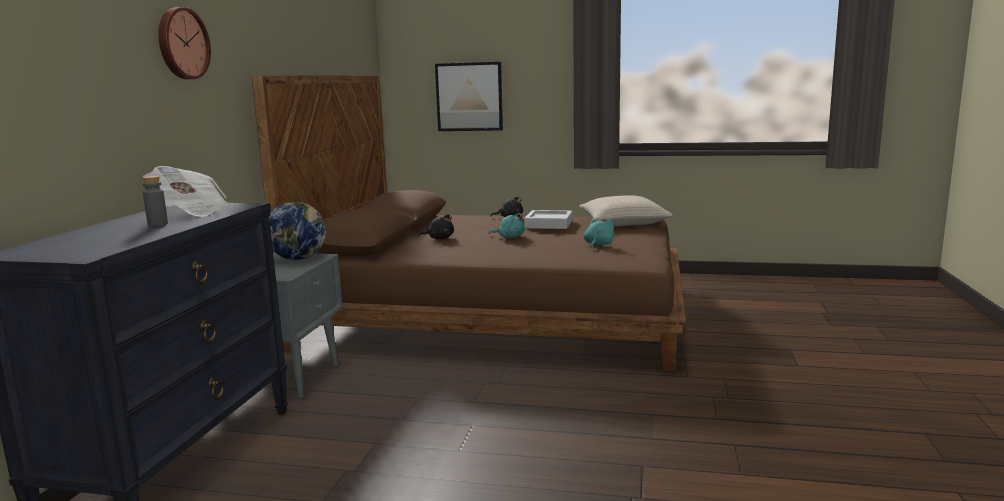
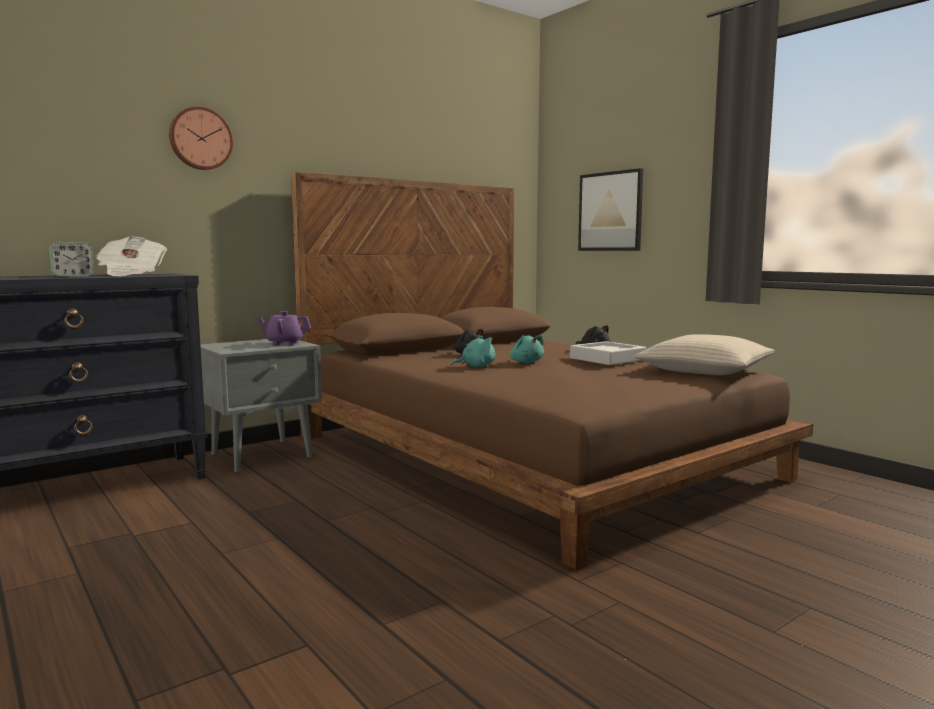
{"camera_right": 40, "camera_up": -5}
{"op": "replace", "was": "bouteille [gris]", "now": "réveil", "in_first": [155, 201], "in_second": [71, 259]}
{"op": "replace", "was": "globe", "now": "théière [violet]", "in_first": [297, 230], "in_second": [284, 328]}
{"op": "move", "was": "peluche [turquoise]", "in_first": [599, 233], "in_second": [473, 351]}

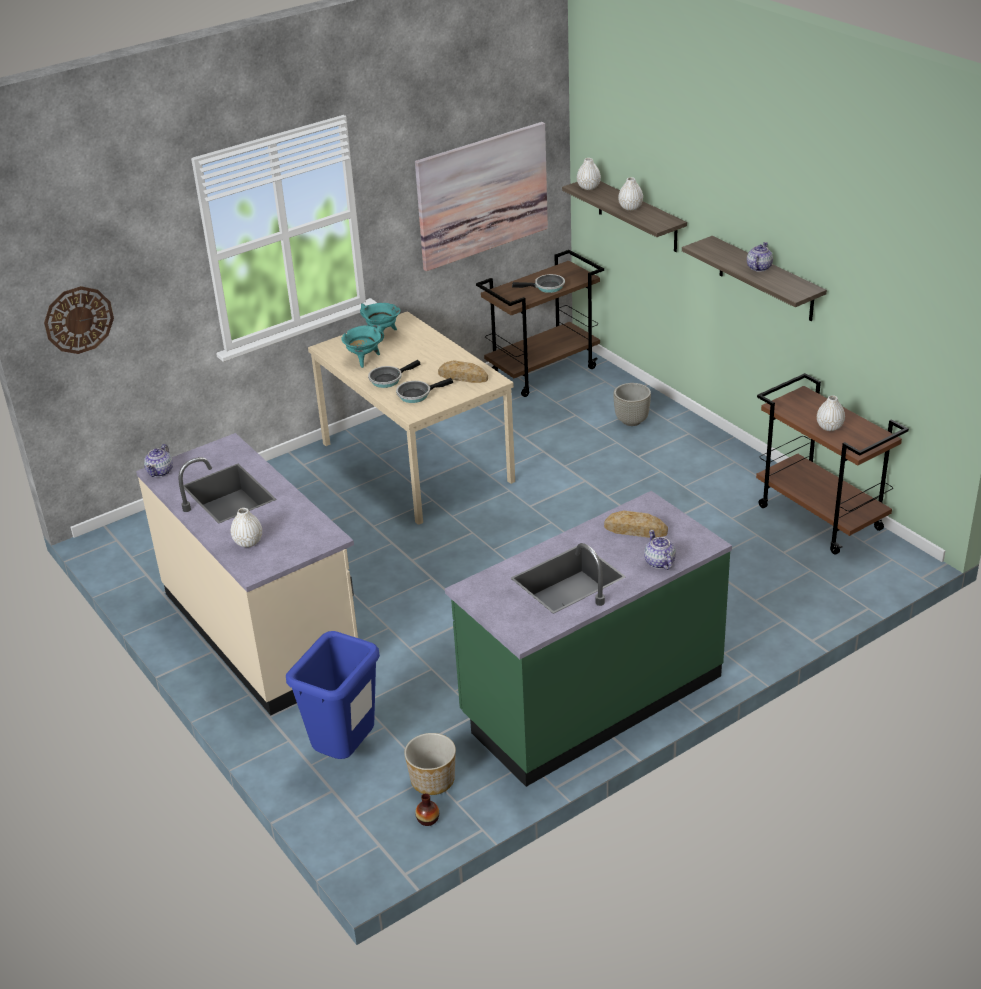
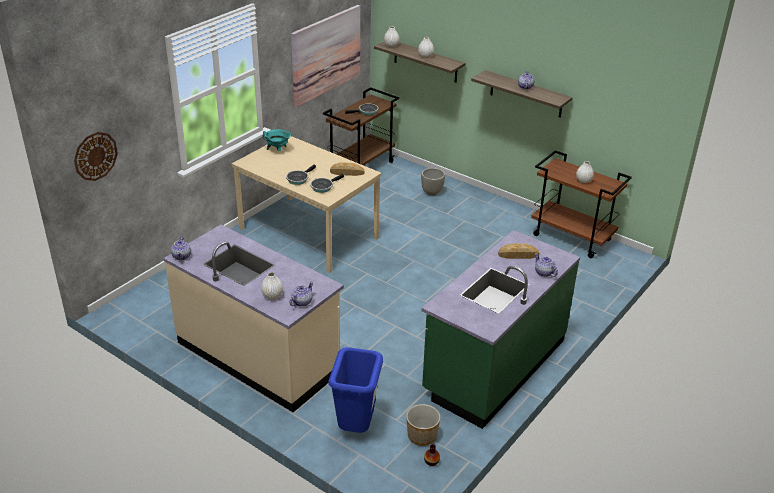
{"camera_right": -20, "camera_up": 0}
{"op": "insert", "now": "théière", "in_second": [301, 294]}
{"op": "delete", "was": "marmite [turquoise]", "in_first": [362, 346]}

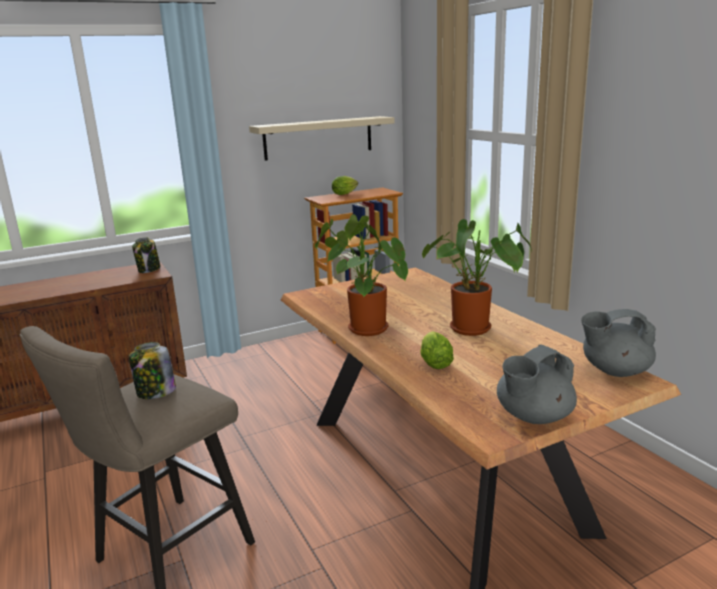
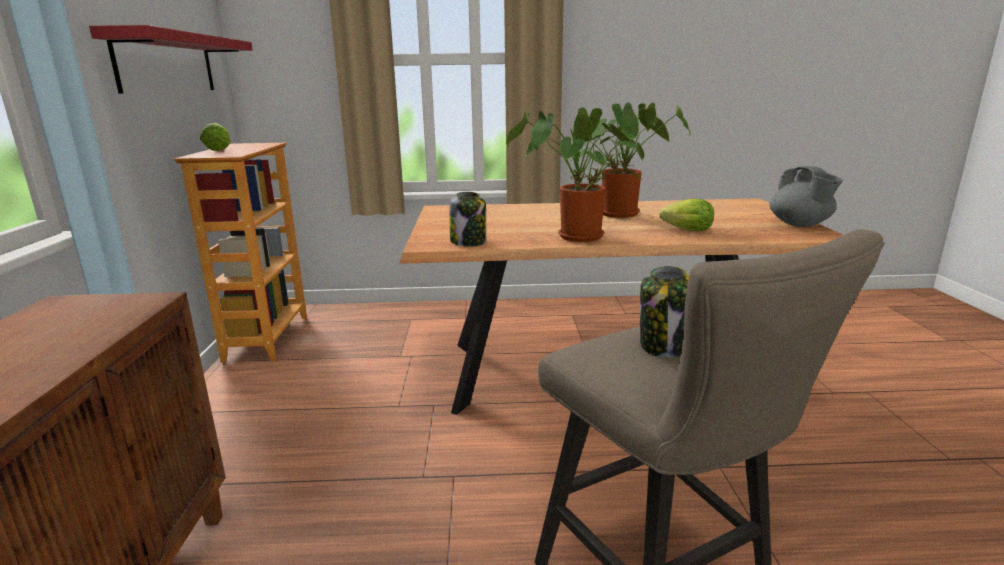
{"camera_right": -65, "camera_up": 0}
{"op": "recolor", "was": "étagère [beige]", "now": "étagère [rouge]", "in_first": [322, 138], "in_second": [171, 59]}
{"op": "move", "was": "bocal", "in_first": [146, 255], "in_second": [467, 219]}
{"op": "delete", "was": "théière [gris]", "in_first": [618, 343]}

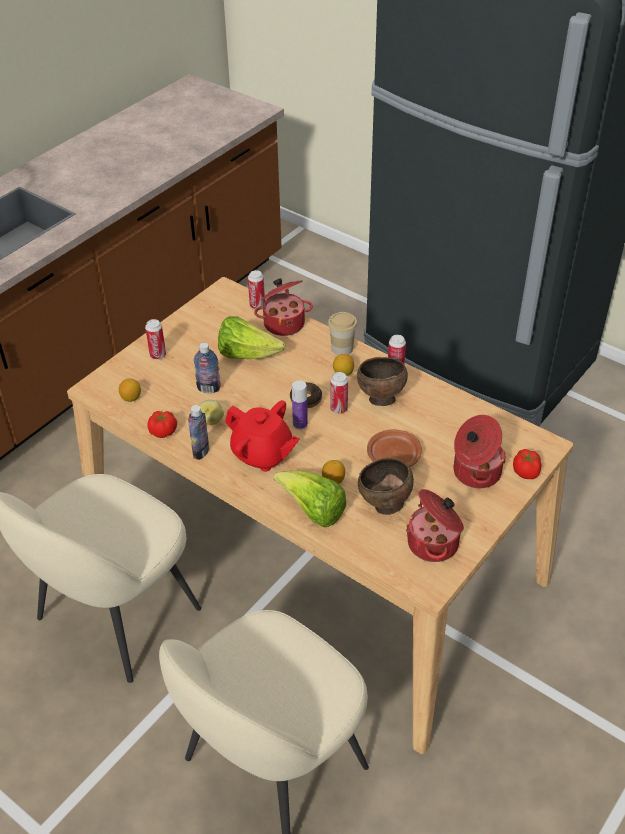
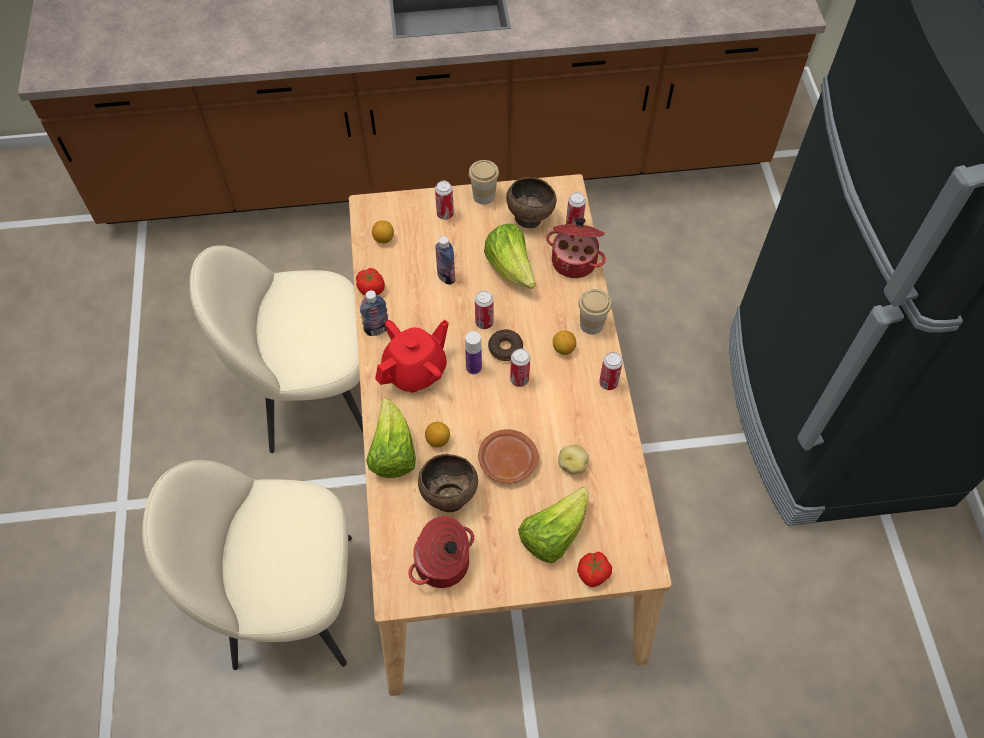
{"camera_right": 45, "camera_up": 15}
{"op": "rotate", "was": "théière [rouge]", "in_first": [262, 436], "in_second": [412, 356], "clockwise": -120}
{"op": "insert", "now": "tasse", "in_second": [484, 182]}
{"op": "insert", "now": "boîte métallique", "in_second": [484, 310]}
{"op": "move", "was": "bol [marron]", "in_first": [382, 381], "in_second": [531, 202]}
{"op": "replace", "was": "marmite", "now": "laitue", "in_first": [479, 451], "in_second": [553, 525]}
{"op": "move", "was": "pomme de terre", "in_first": [211, 412], "in_second": [573, 459]}

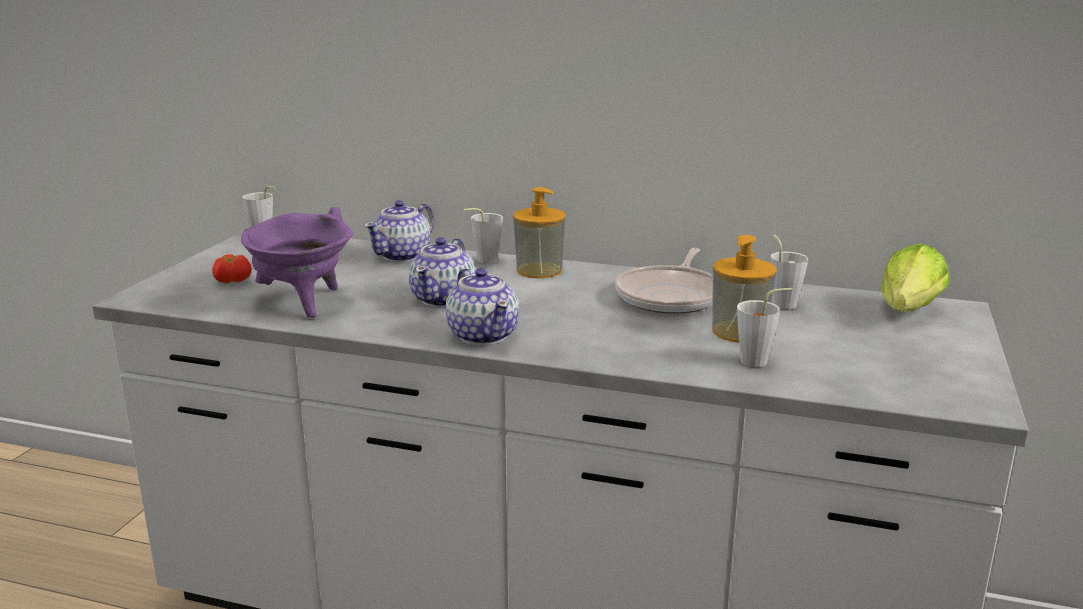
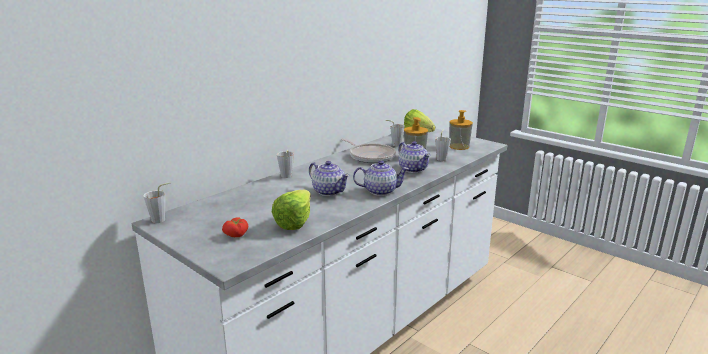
{"camera_right": -65, "camera_up": 0}
{"op": "replace", "was": "marmite [violet]", "now": "laitue", "in_first": [297, 262], "in_second": [291, 210]}
{"op": "move", "was": "théière", "in_first": [399, 231], "in_second": [414, 157]}
{"op": "move", "was": "distributeur de savon", "in_first": [539, 232], "in_second": [461, 130]}

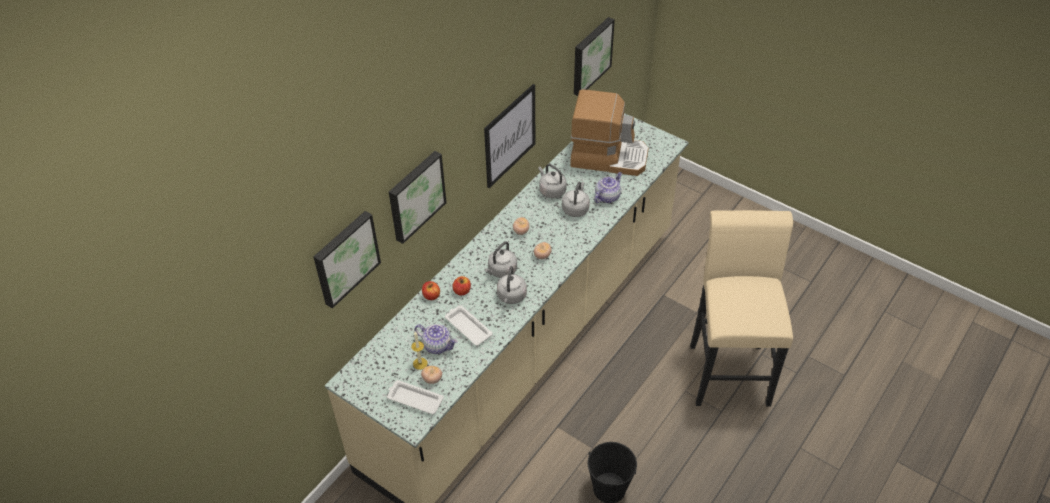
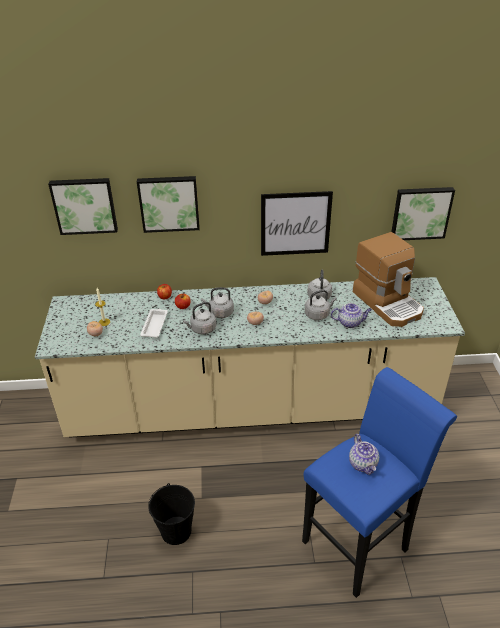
{"camera_right": 50, "camera_up": -10}
{"op": "recolor", "was": "tabouret [beige]", "now": "tabouret [bleu]", "in_first": [741, 308], "in_second": [379, 482]}
{"op": "move", "was": "théière", "in_first": [436, 339], "in_second": [364, 454]}
{"op": "delete", "was": "plateau [blanc]", "in_first": [415, 397]}

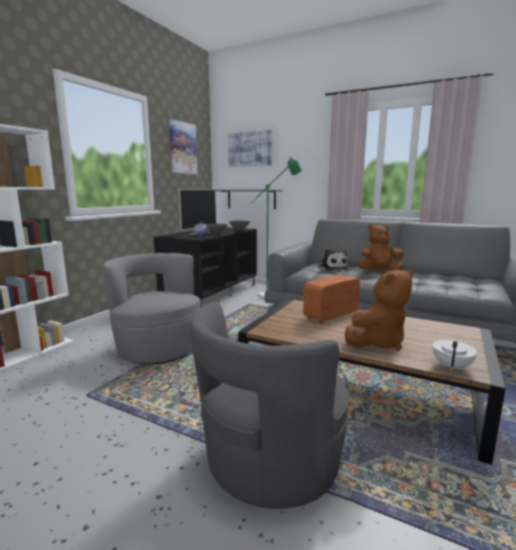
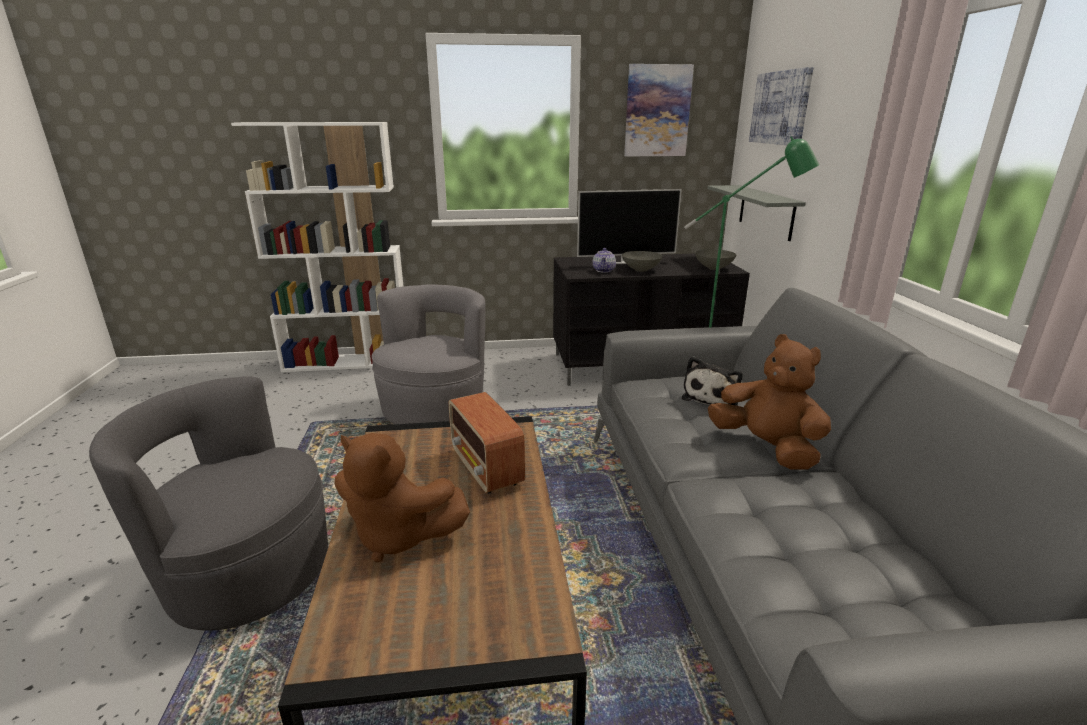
{"camera_right": 55, "camera_up": 10}
{"op": "rotate", "was": "radio", "in_first": [331, 299], "in_second": [487, 443], "clockwise": -135}
{"op": "delete", "was": "théière [blanc]", "in_first": [454, 354]}

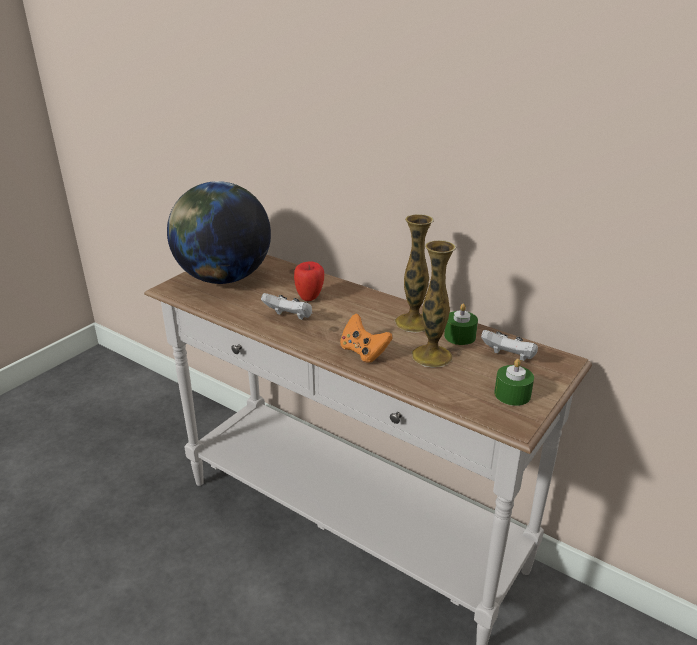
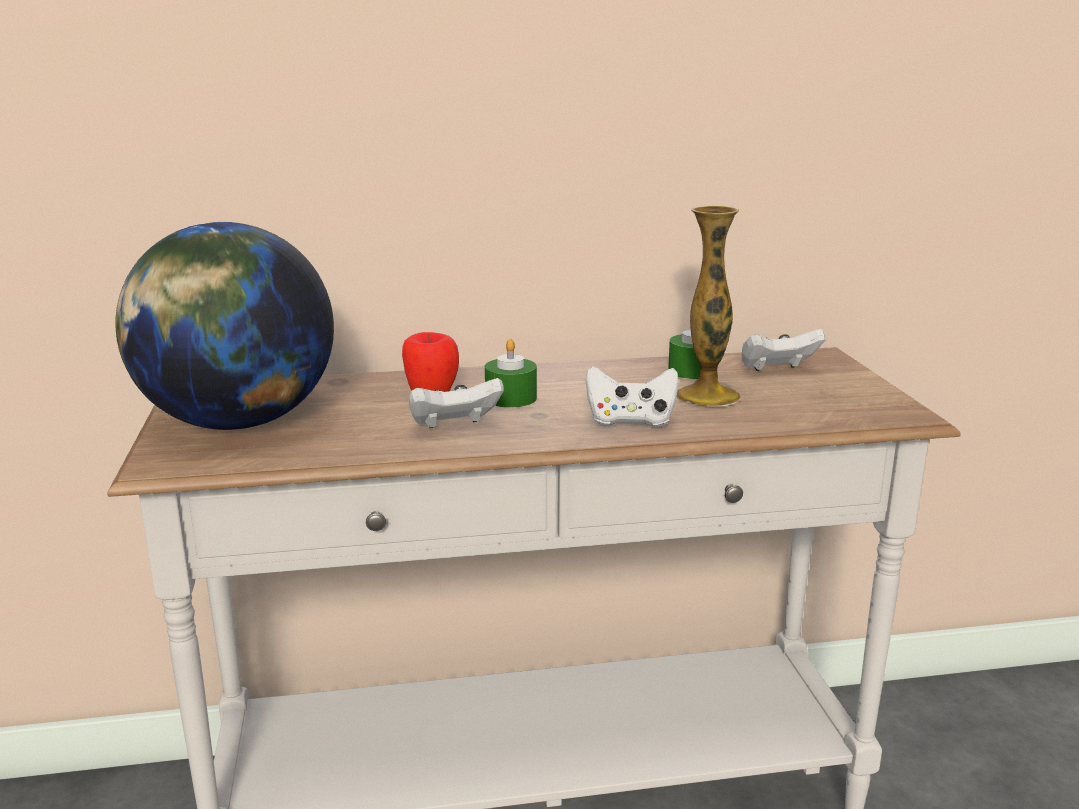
{"camera_right": -45, "camera_up": -10}
{"op": "move", "was": "bougie [vert]", "in_first": [514, 382], "in_second": [511, 373]}
{"op": "recolor", "was": "manette [orange]", "now": "manette [blanc]", "in_first": [366, 338], "in_second": [632, 396]}
{"op": "delete", "was": "vase", "in_first": [414, 273]}

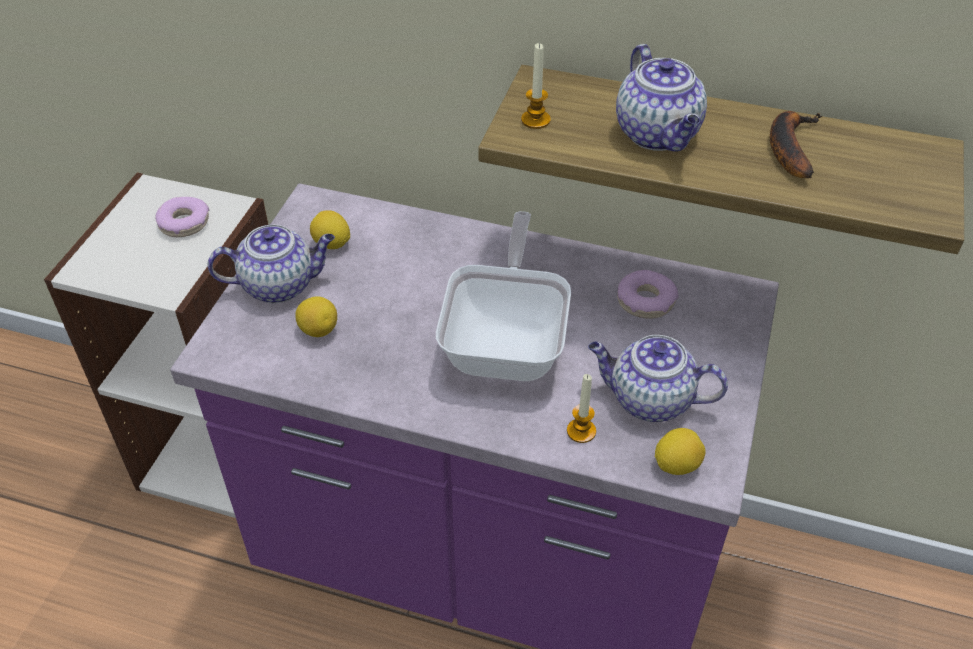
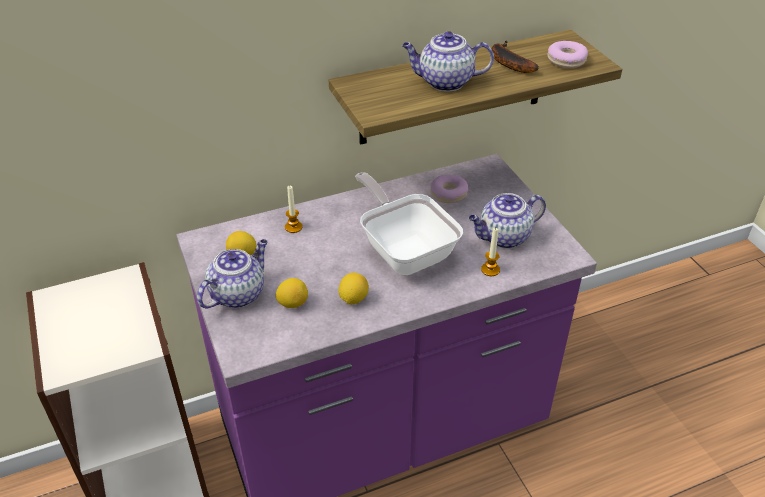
{"camera_right": -40, "camera_up": -5}
{"op": "move", "was": "bougie", "in_first": [536, 86], "in_second": [293, 209]}
{"op": "move", "was": "citron", "in_first": [680, 451], "in_second": [354, 289]}
{"op": "rotate", "was": "théière", "in_first": [661, 98], "in_second": [448, 61], "clockwise": 150}
{"op": "move", "was": "beignet", "in_first": [182, 217], "in_second": [568, 54]}

